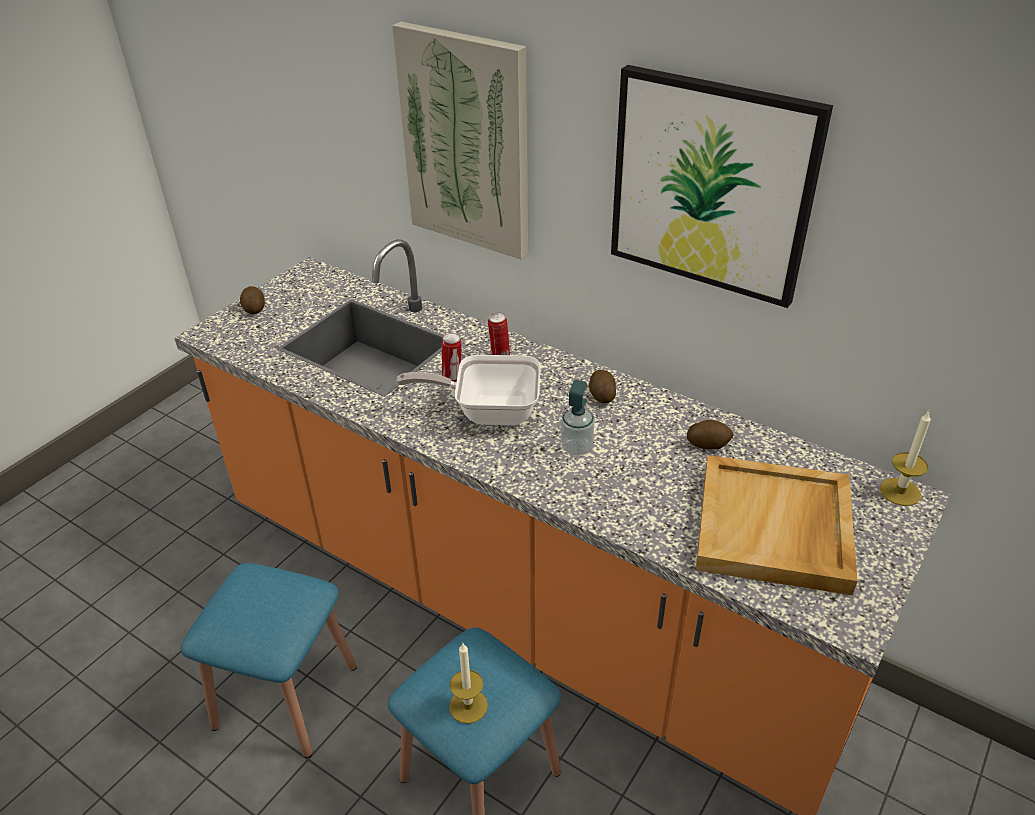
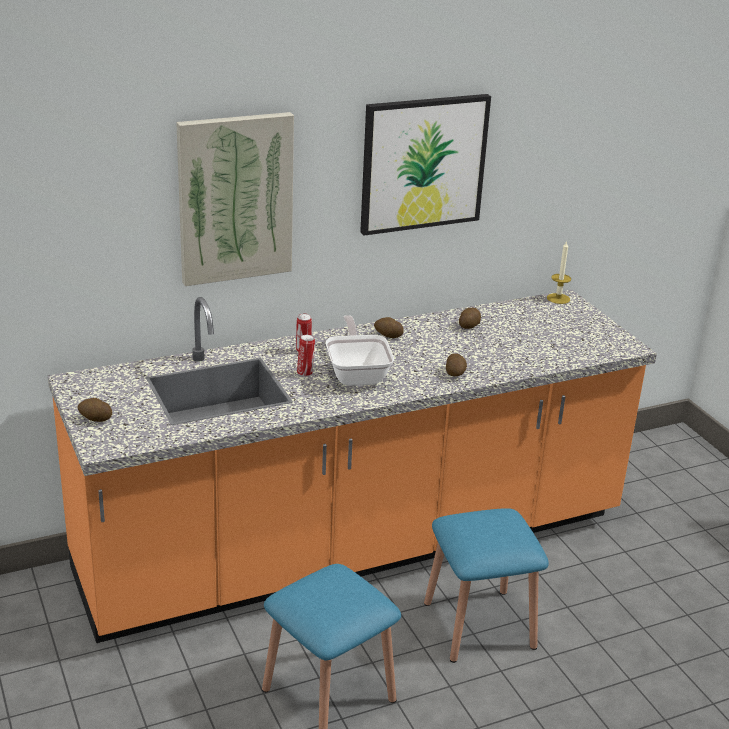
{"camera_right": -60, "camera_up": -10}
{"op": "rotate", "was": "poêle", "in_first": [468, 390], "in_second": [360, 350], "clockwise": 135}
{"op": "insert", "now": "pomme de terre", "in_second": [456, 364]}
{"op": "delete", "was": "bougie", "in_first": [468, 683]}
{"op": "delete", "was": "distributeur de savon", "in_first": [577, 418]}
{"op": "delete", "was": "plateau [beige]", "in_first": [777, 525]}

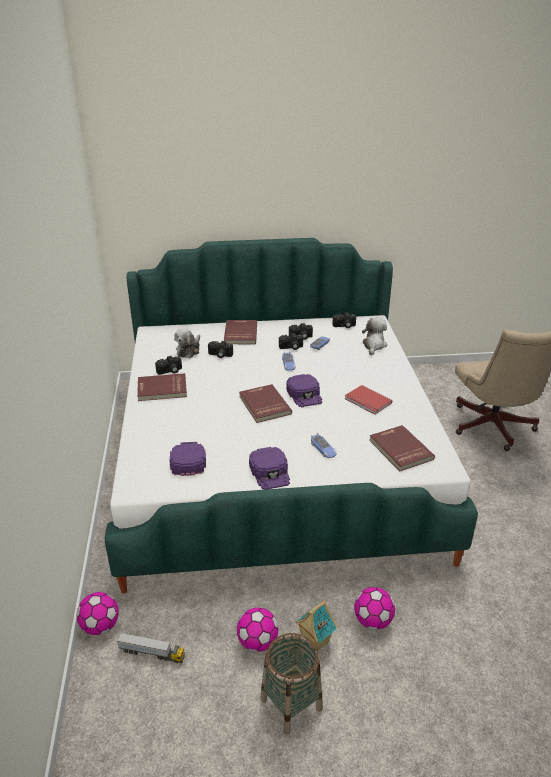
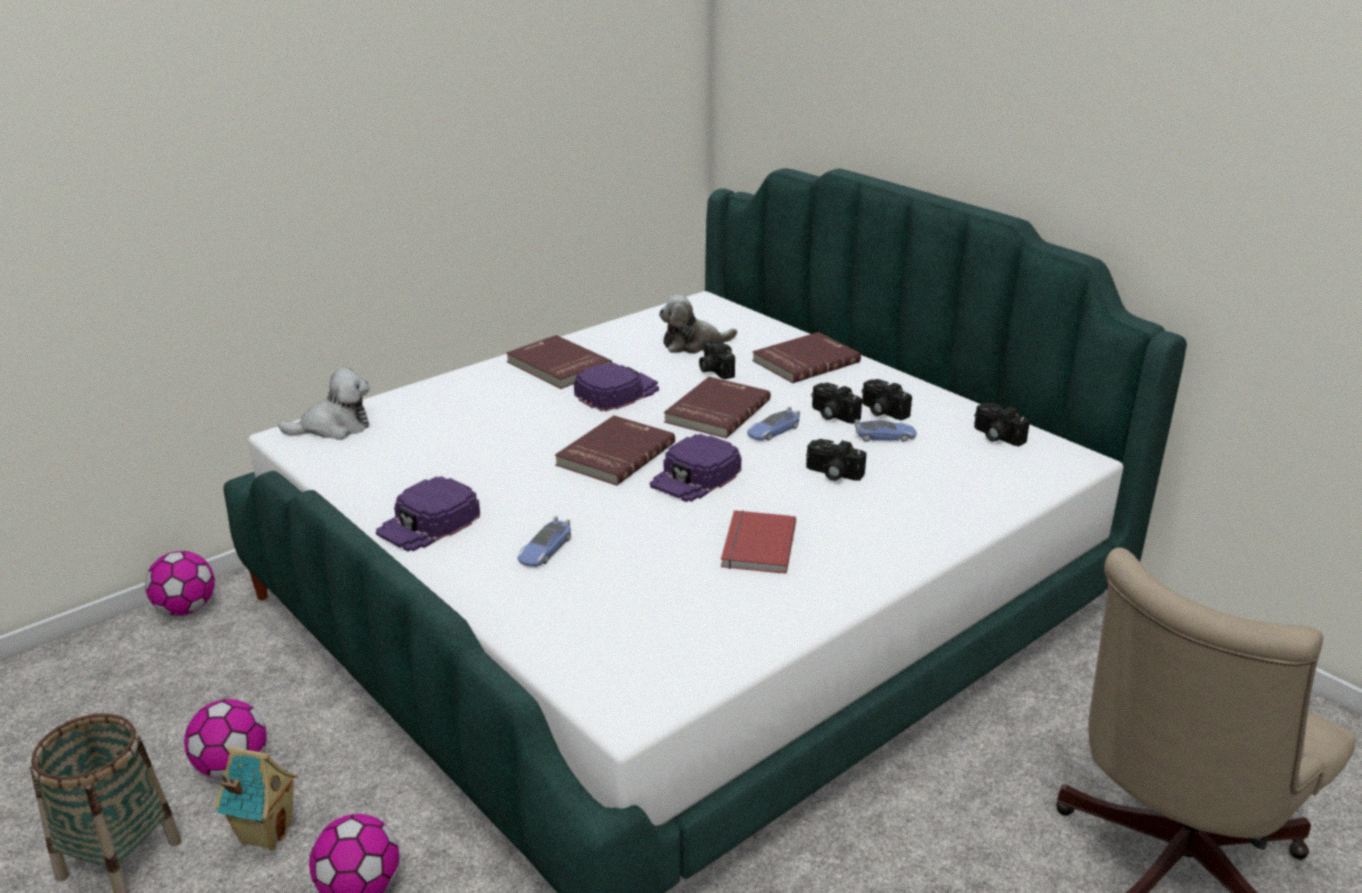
{"camera_right": 55, "camera_up": -5}
{"op": "move", "was": "peluche", "in_first": [374, 336], "in_second": [324, 404]}
{"op": "move", "was": "casquette [violet]", "in_first": [188, 459], "in_second": [616, 387]}
{"op": "move", "was": "livre [rouge]", "in_first": [402, 448], "in_second": [717, 407]}
{"op": "move", "was": "appareil photo", "in_first": [168, 365], "in_second": [836, 460]}
{"op": "delete", "was": "camion jouet", "in_first": [151, 648]}

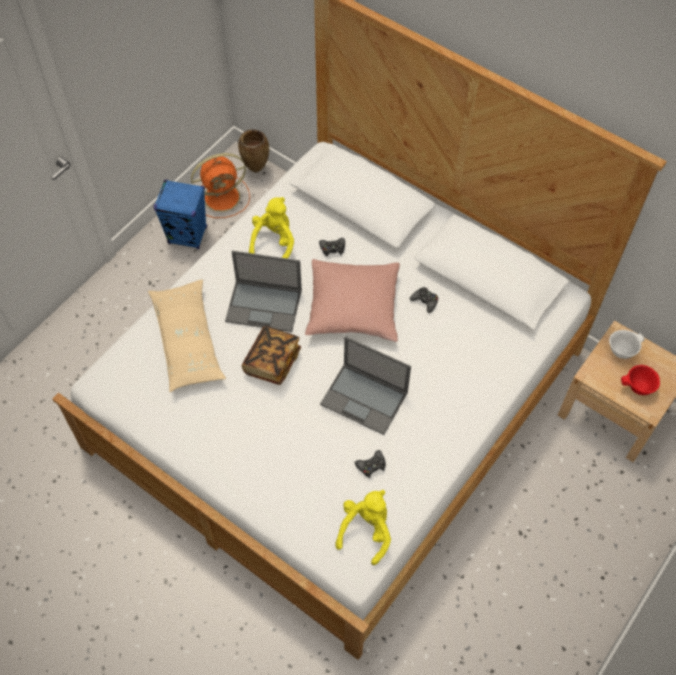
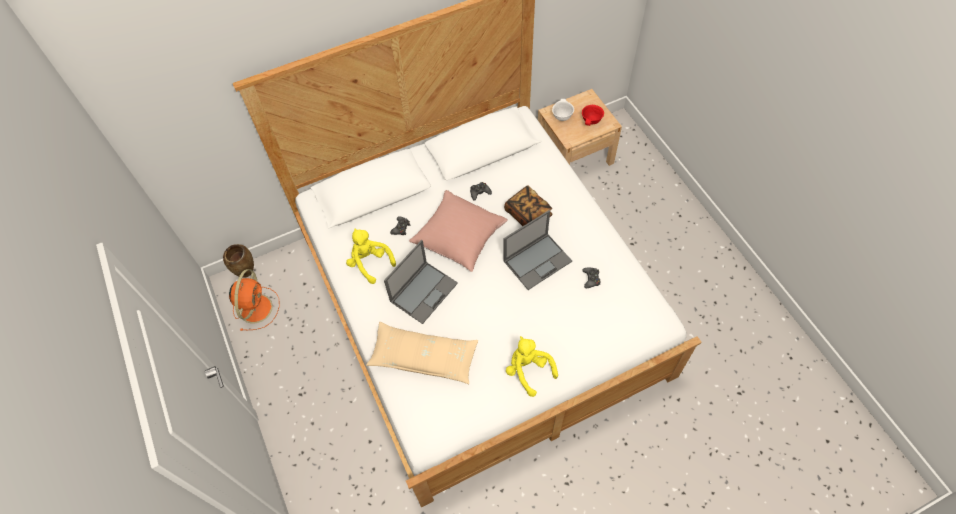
{"camera_right": -60, "camera_up": 0}
{"op": "move", "was": "livre", "in_first": [271, 355], "in_second": [528, 205]}
{"op": "move", "was": "peluche [jaune]", "in_first": [363, 527], "in_second": [532, 366]}
{"op": "delete", "was": "enceinte [bleu]", "in_first": [180, 214]}

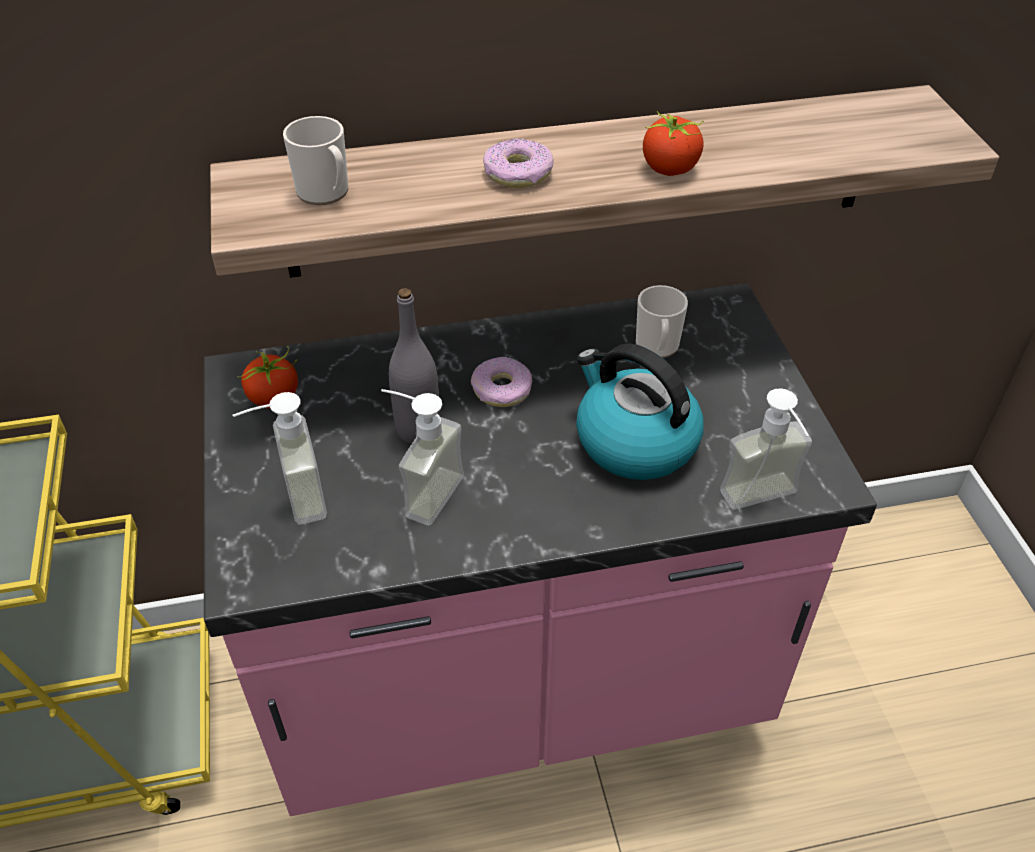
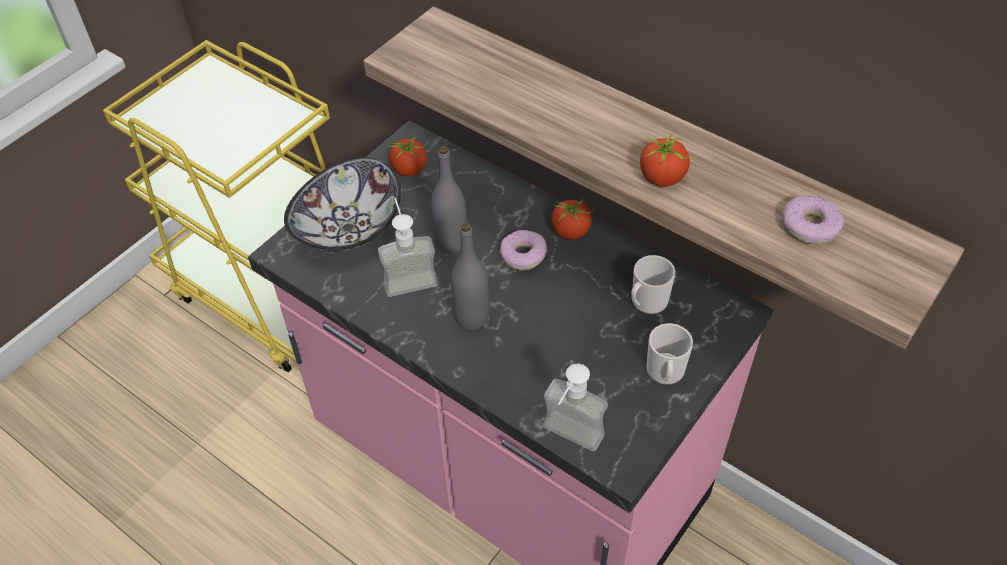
{"camera_right": 50, "camera_up": 5}
{"op": "replace", "was": "distributeur de savon", "now": "bol", "in_first": [279, 458], "in_second": [342, 204]}
{"op": "insert", "now": "bouteille [gris]", "in_second": [470, 276]}
{"op": "insert", "now": "tomate", "in_second": [572, 218]}
{"op": "move", "was": "mug", "in_first": [315, 160], "in_second": [669, 354]}
{"op": "move", "was": "beignet", "in_first": [518, 163], "in_second": [813, 219]}
{"op": "delete", "was": "bouilloire", "in_first": [640, 411]}

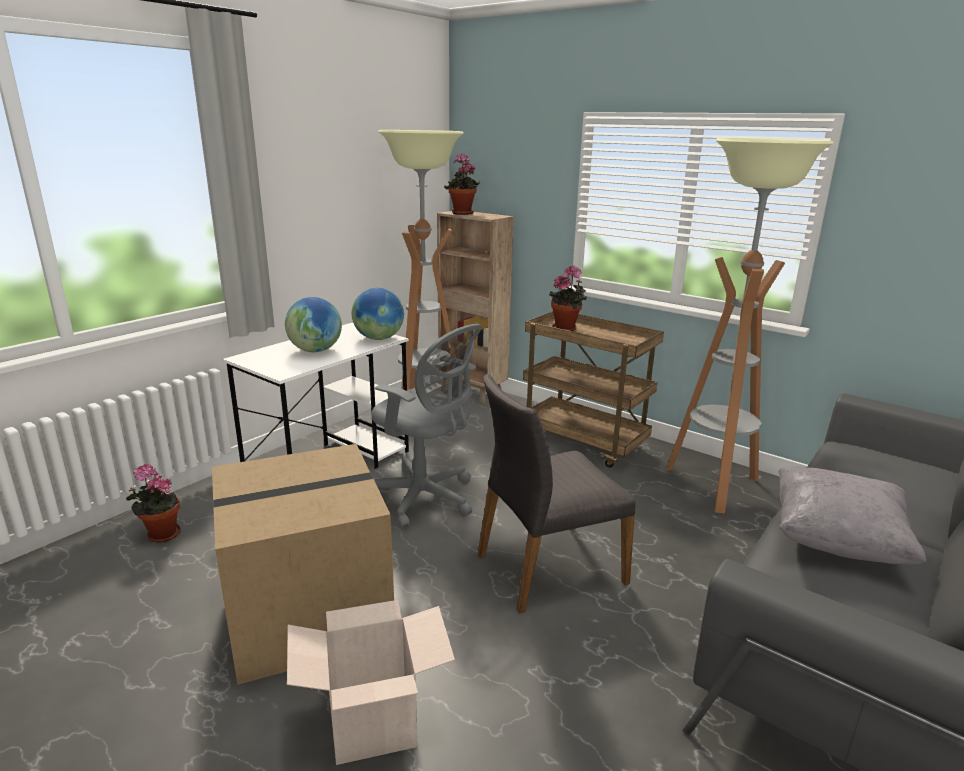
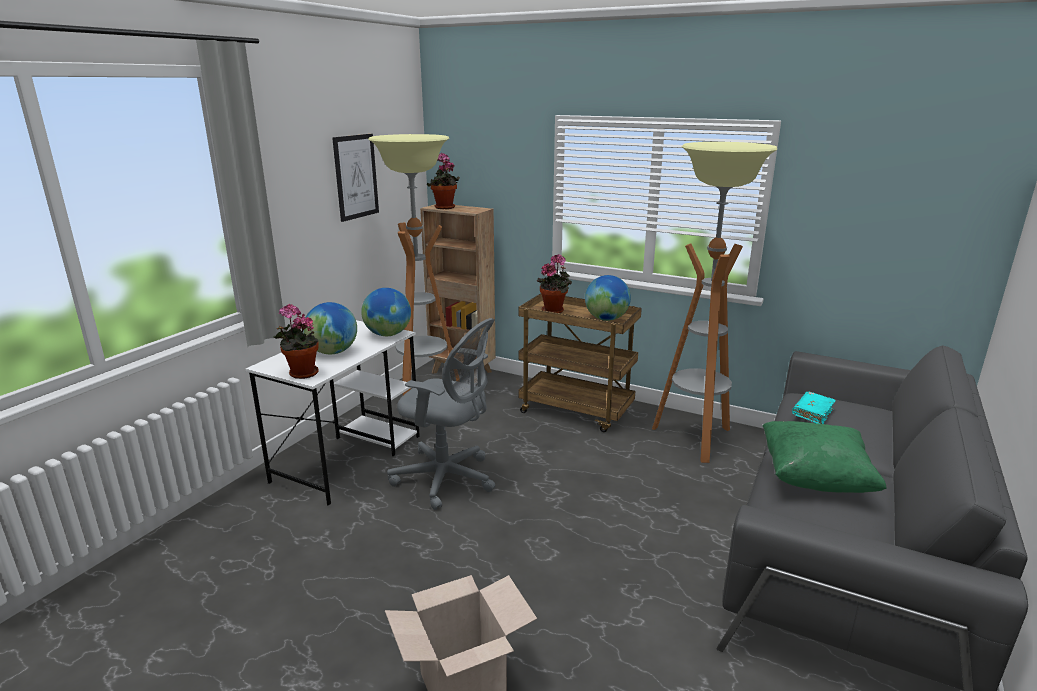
{"camera_right": -10, "camera_up": 0}
{"op": "move", "was": "plante en pot", "in_first": [153, 503], "in_second": [296, 341]}
{"op": "insert", "now": "tableau", "in_second": [355, 178]}
{"op": "insert", "now": "globe", "in_second": [608, 298]}
{"op": "recolor", "was": "coussin [gris]", "now": "coussin [vert]", "in_first": [852, 515], "in_second": [825, 457]}
{"op": "insert", "now": "livre [turquoise]", "in_second": [814, 408]}
{"op": "delete", "was": "carton", "in_first": [303, 564]}
{"op": "delete", "was": "chaise [gris]", "in_first": [557, 493]}

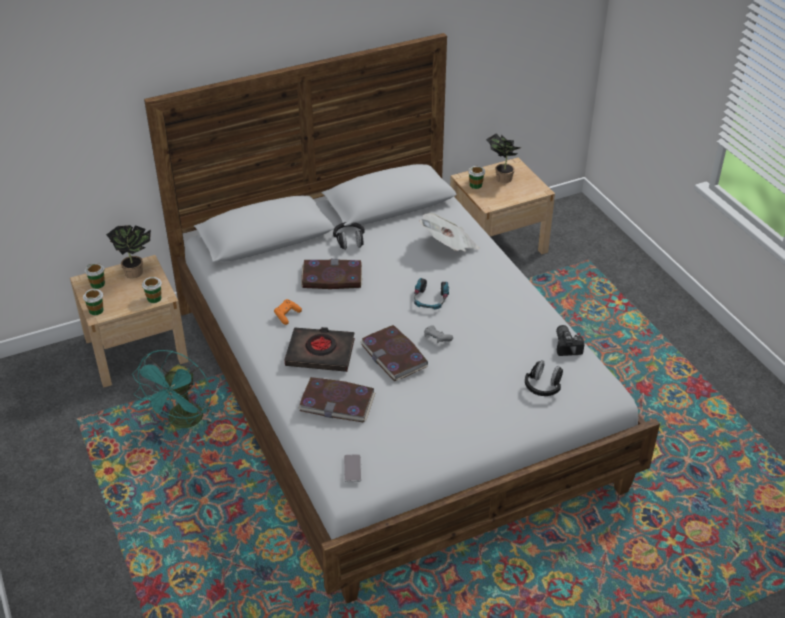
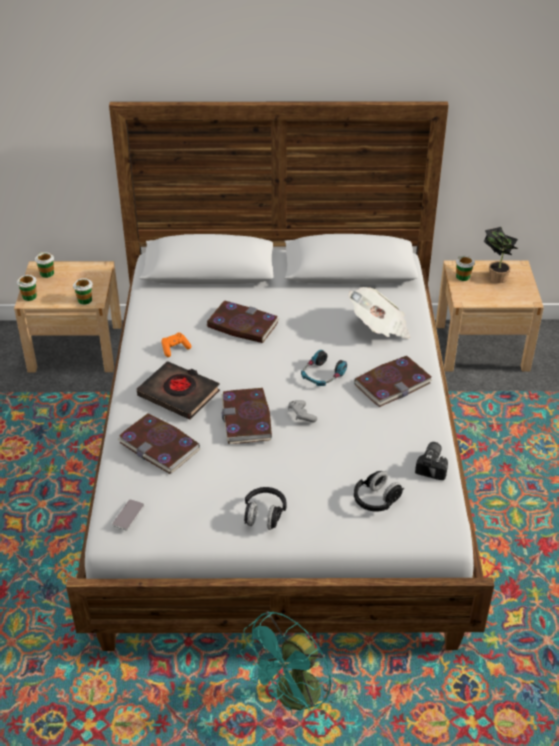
{"camera_right": 25, "camera_up": 0}
{"op": "move", "was": "ventilateur [turquoise]", "in_first": [173, 389], "in_second": [287, 663]}
{"op": "move", "was": "casque audio [noir]", "in_first": [349, 236], "in_second": [265, 508]}
{"op": "insert", "now": "livre", "in_second": [393, 381]}
{"op": "delete", "was": "plante en pot", "in_first": [128, 251]}

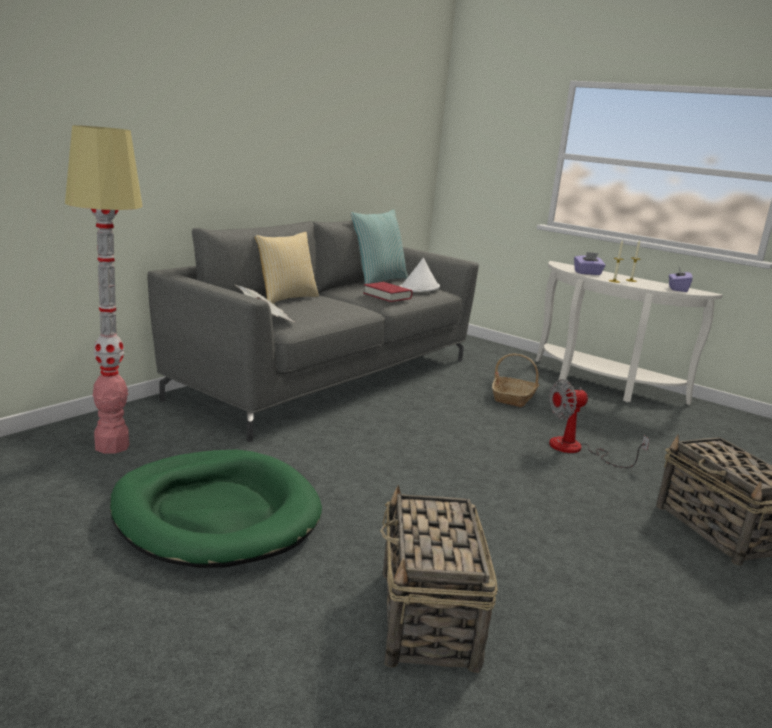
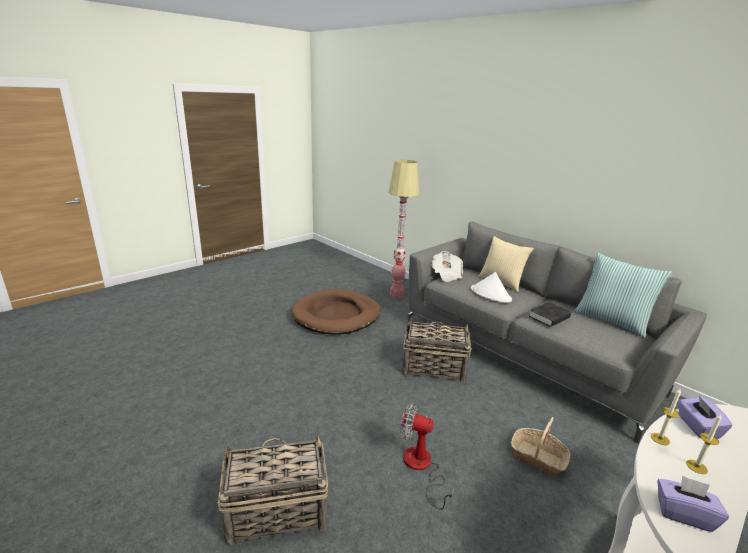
{"camera_right": 100, "camera_up": 5}
{"op": "recolor", "was": "panier pour chien [vert]", "now": "panier pour chien [marron]", "in_first": [216, 508], "in_second": [336, 311]}
{"op": "rotate", "was": "ventilateur", "in_first": [599, 423], "in_second": [427, 456], "clockwise": -60}
{"op": "move", "was": "panier", "in_first": [439, 579], "in_second": [437, 350]}
{"op": "move", "was": "chapeau [blanc]", "in_first": [420, 275], "in_second": [491, 287]}
{"op": "recolor", "was": "livre [rouge]", "now": "livre [noir]", "in_first": [387, 292], "in_second": [550, 314]}

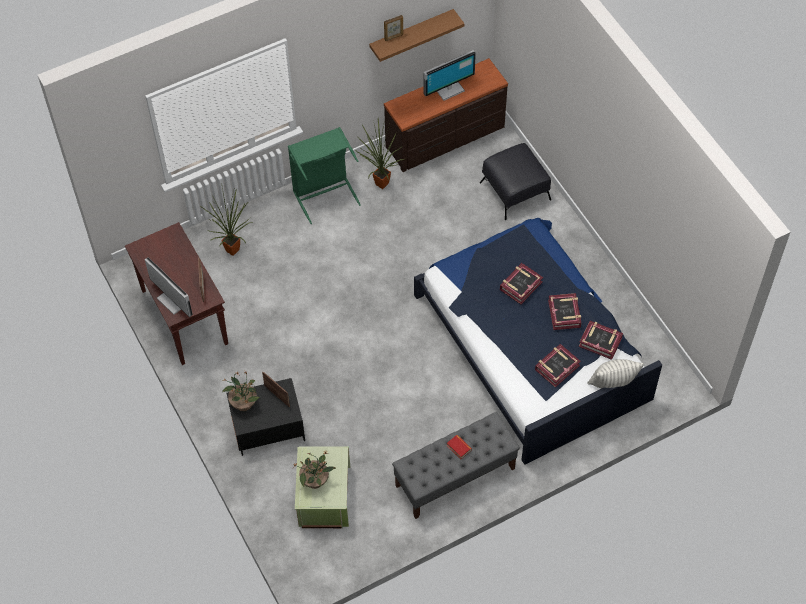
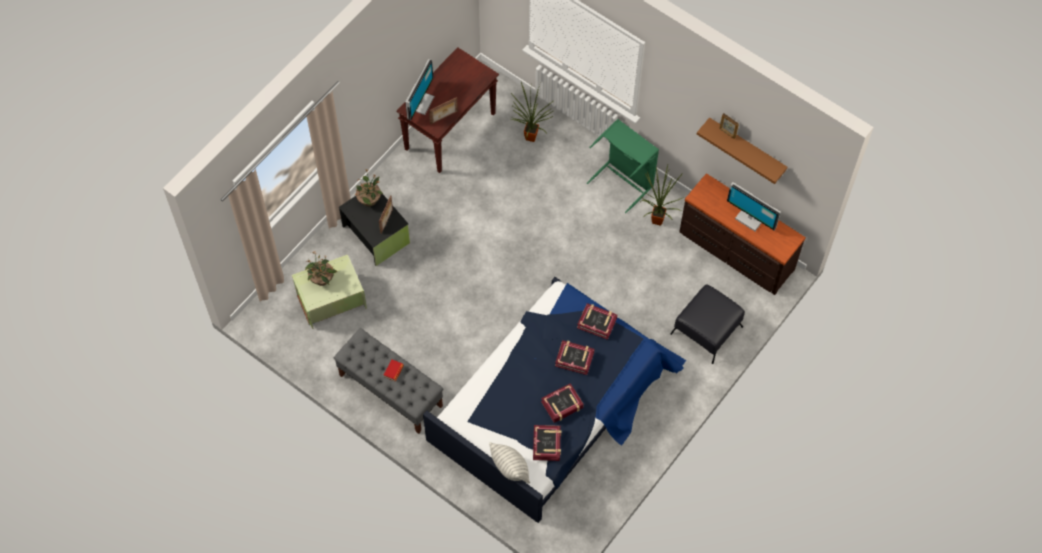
{"camera_right": 65, "camera_up": 5}
{"op": "move", "was": "livre", "in_first": [558, 365], "in_second": [597, 321]}

